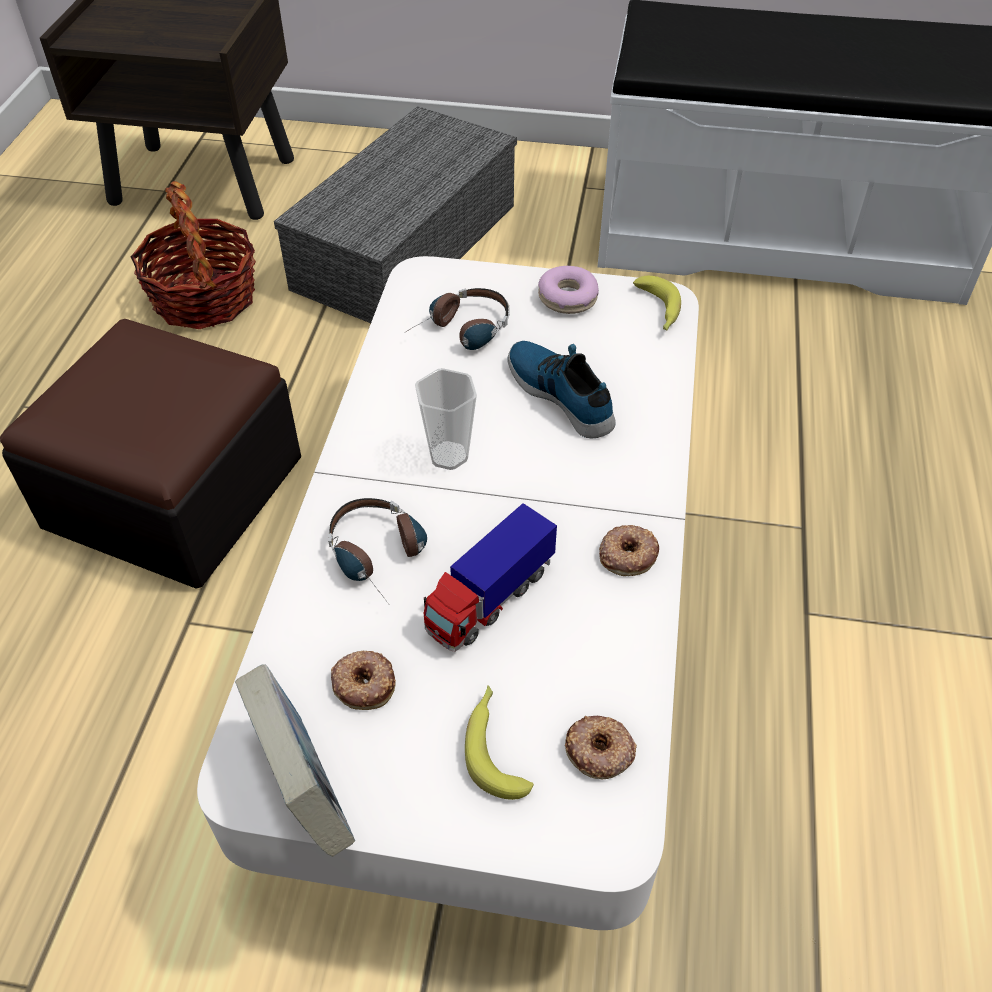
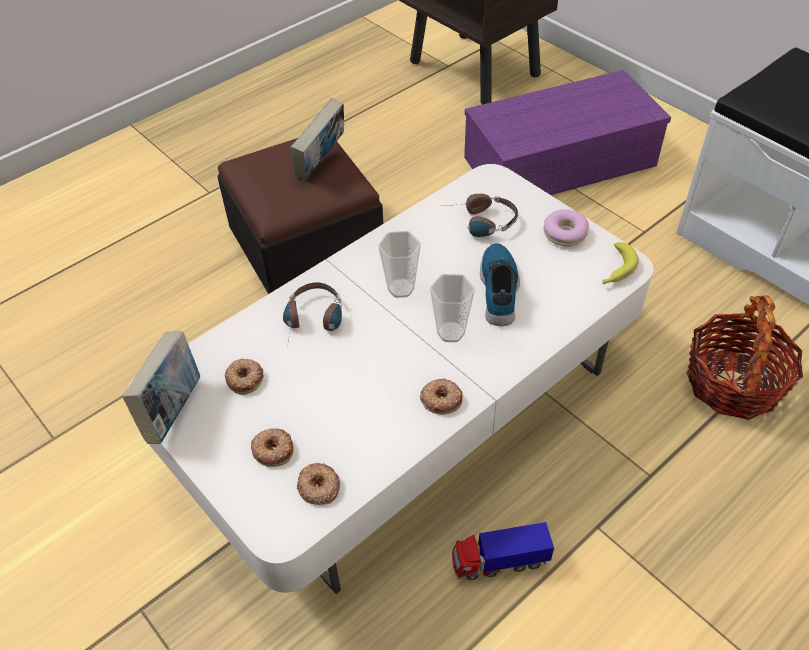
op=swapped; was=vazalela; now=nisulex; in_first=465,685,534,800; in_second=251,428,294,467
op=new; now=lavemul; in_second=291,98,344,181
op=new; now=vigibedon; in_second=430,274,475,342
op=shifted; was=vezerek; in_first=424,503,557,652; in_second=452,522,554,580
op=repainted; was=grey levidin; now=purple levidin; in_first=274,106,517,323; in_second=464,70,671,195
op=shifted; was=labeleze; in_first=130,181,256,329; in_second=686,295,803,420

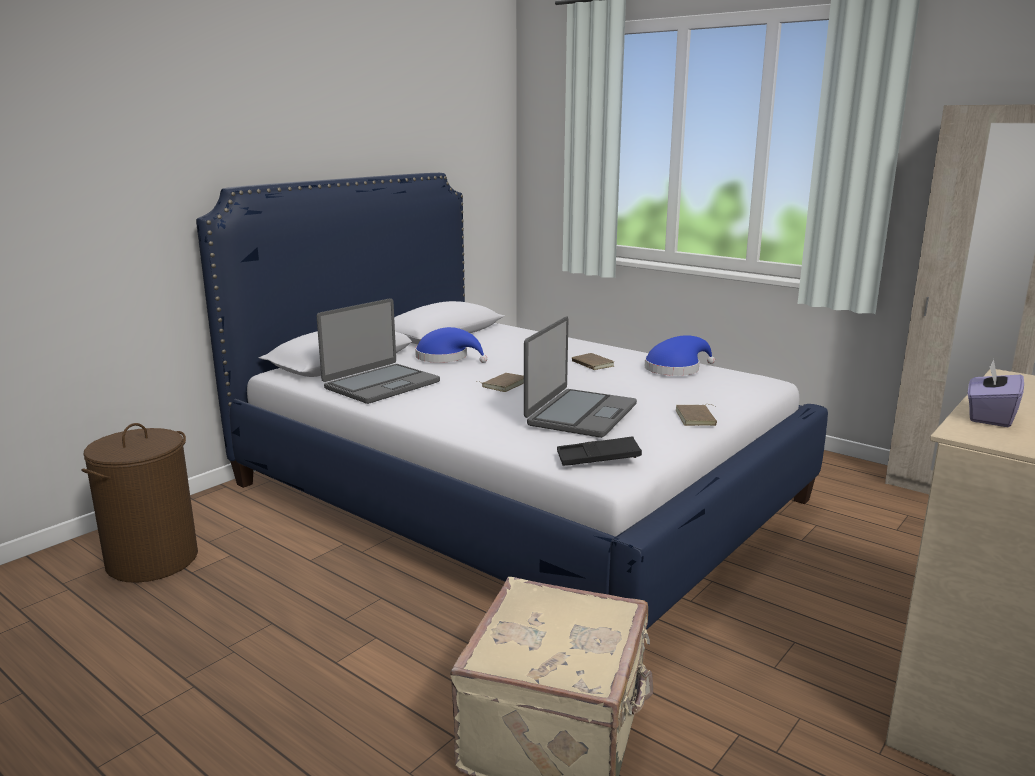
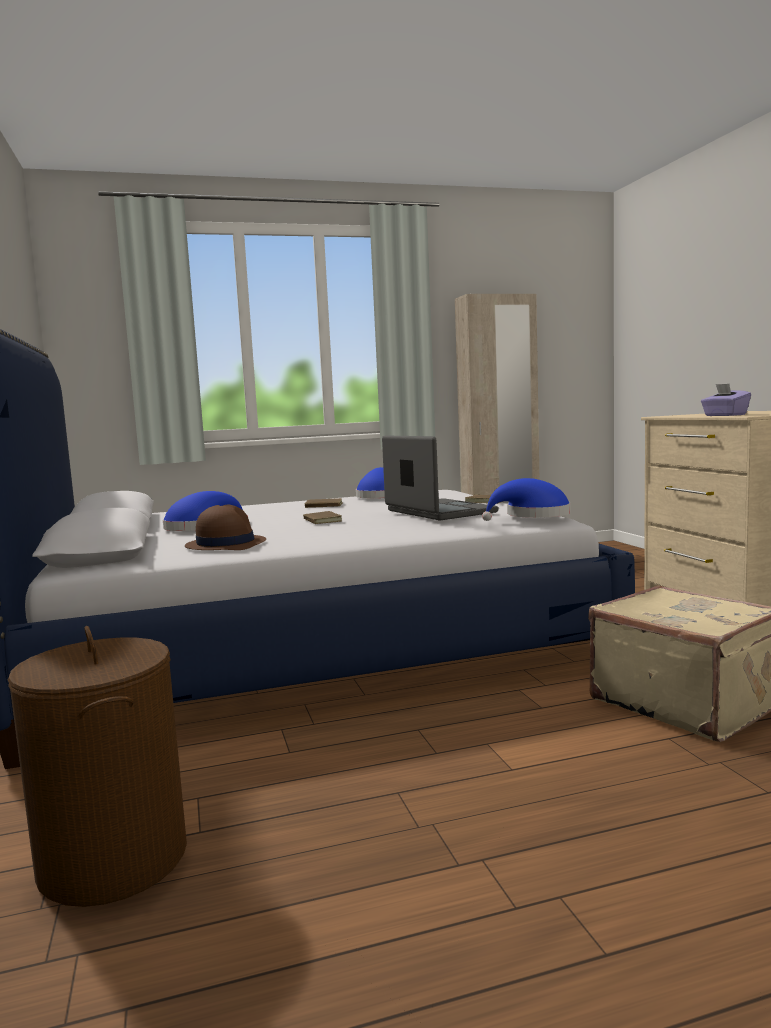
op=swapped; was=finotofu; now=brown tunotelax; in_first=317,298,440,404; in_second=185,505,266,550
op=swapped; was=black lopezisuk; now=blue tunotelax; in_first=557,436,642,466; in_second=482,478,571,521

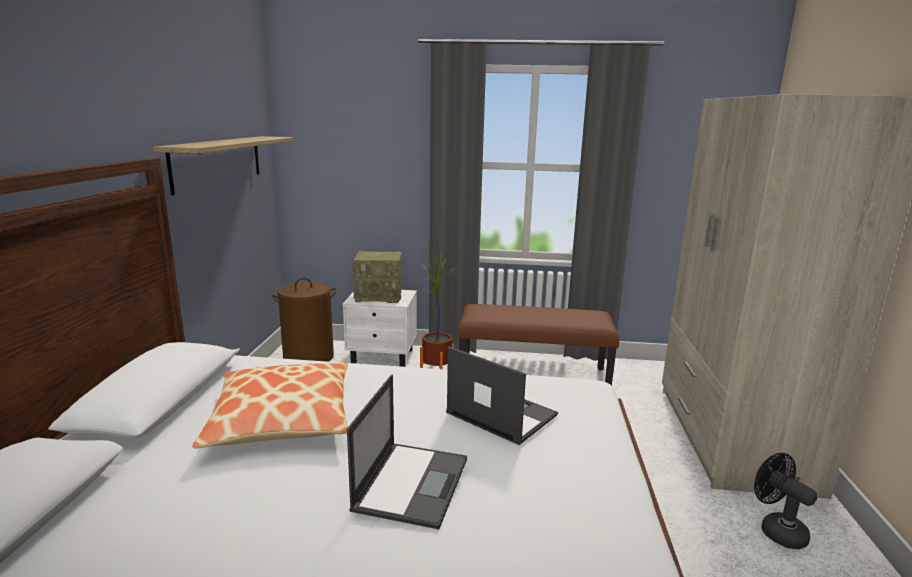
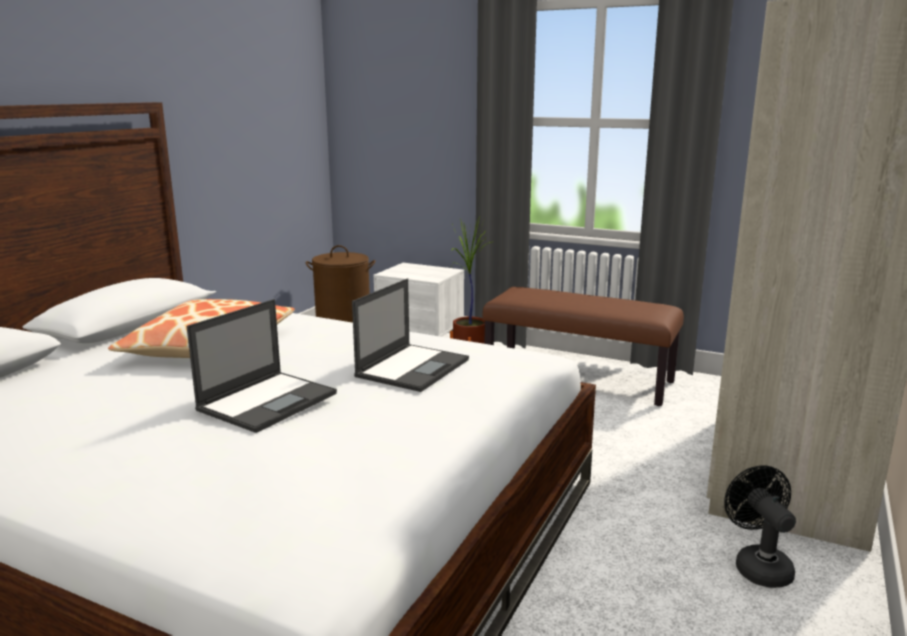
op=rotated; was=finotofu; in_first=446,346,558,445; in_second=352,278,469,392; clockwise=60
op=gone; was=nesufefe; in_first=153,136,293,195
op=gone; was=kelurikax; in_first=352,251,402,303

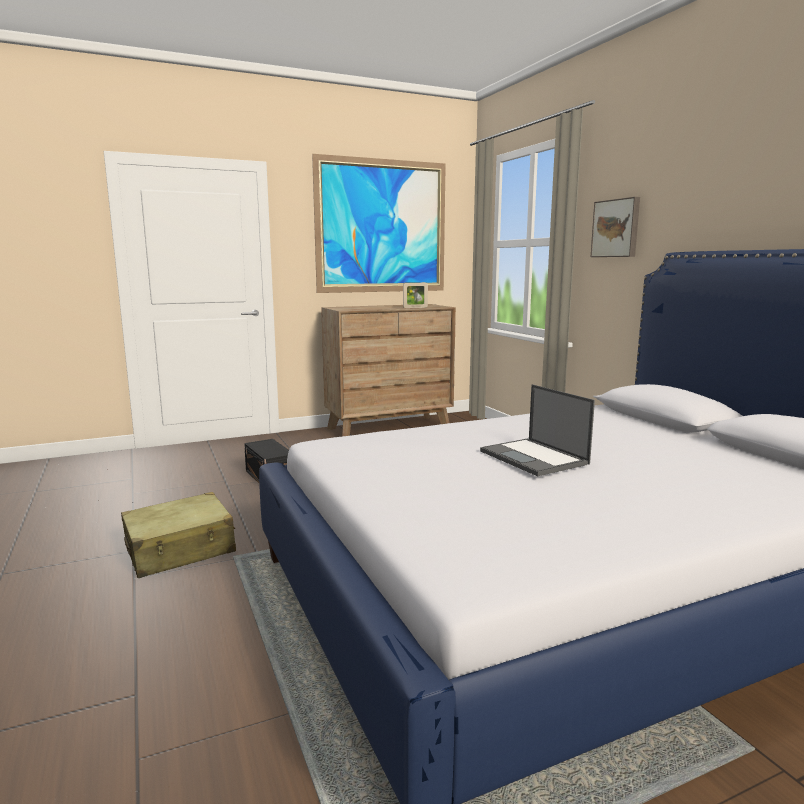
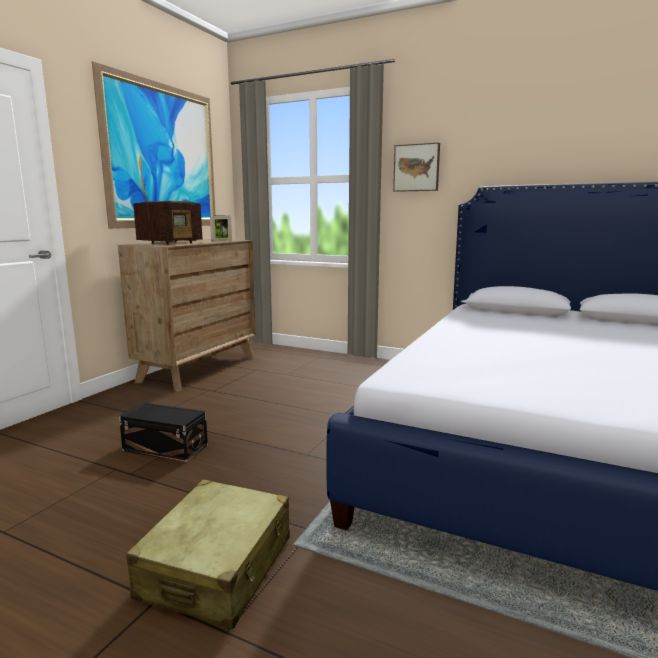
op=new; now=kelurikax; in_second=133,201,202,245
op=gone; was=finotofu; in_first=480,384,595,476

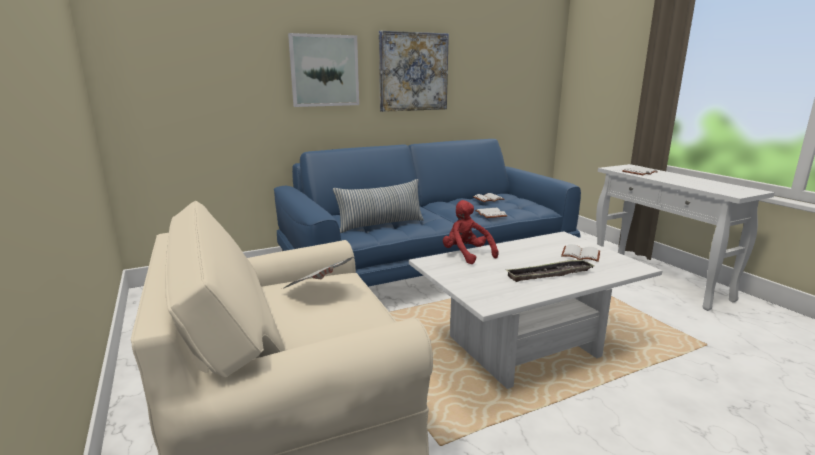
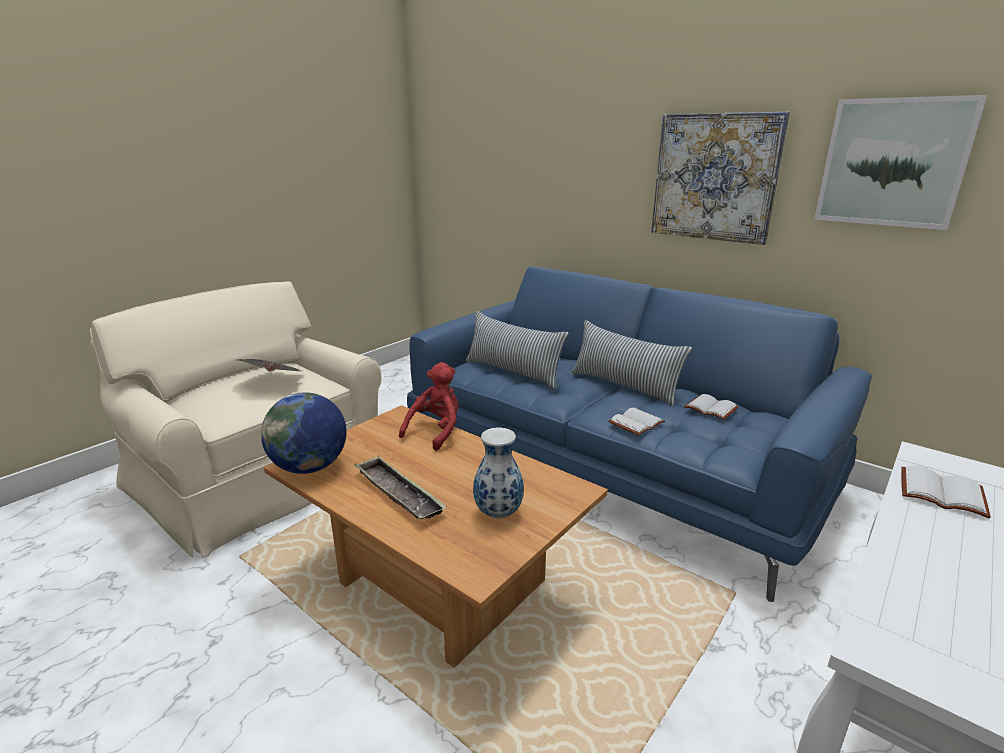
op=new; now=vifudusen; in_second=261,392,347,474
op=repainted; was=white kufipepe; now=brown kufipepe; in_first=409,231,662,389; in_second=264,405,608,668
op=swapped; was=white lavemul; now=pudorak; in_first=561,244,600,262; in_second=473,428,524,519
op=new; now=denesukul; in_second=572,320,692,406
op=shifted; was=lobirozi; in_first=288,33,359,107; in_second=814,95,988,230

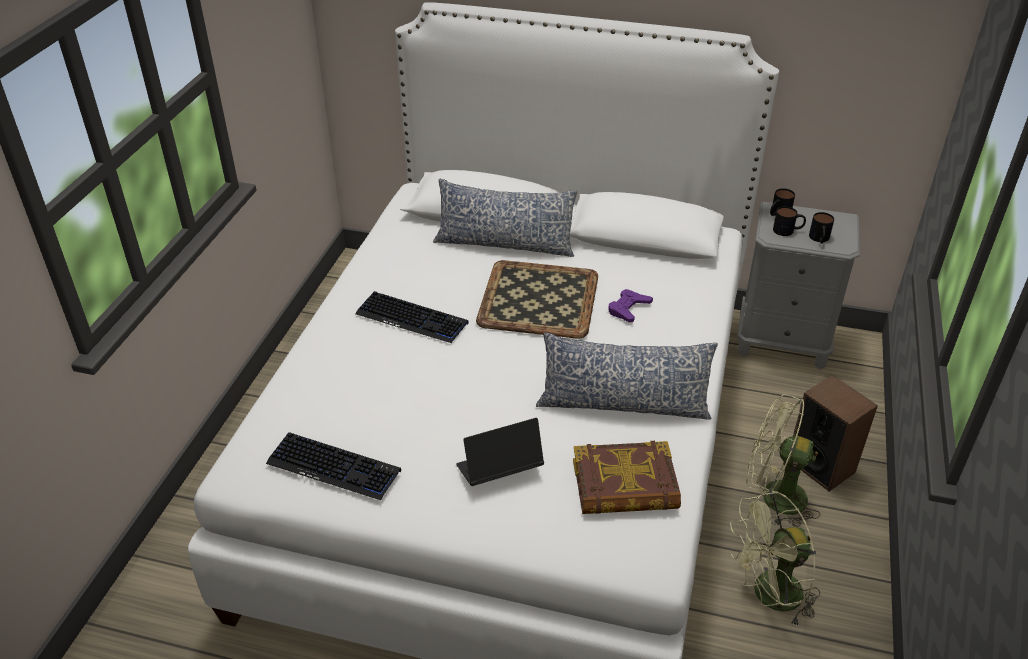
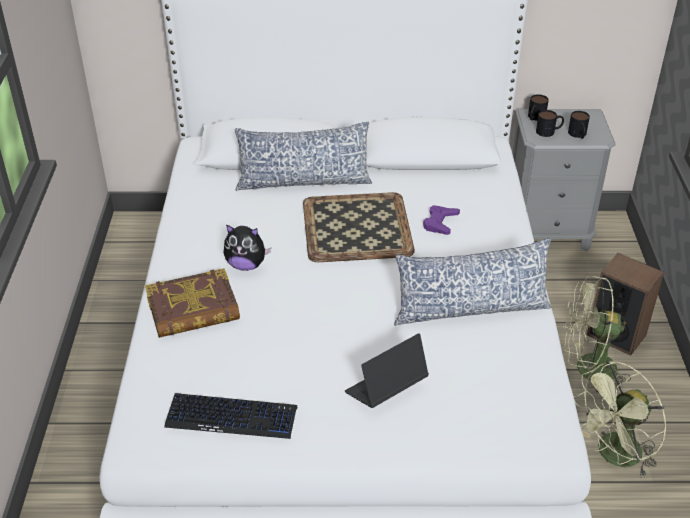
op=shifted; was=lavemul; in_first=573,441,681,514; in_second=145,268,240,338
op=swapped; was=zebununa; now=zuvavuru; in_first=355,291,469,343; in_second=224,224,271,271

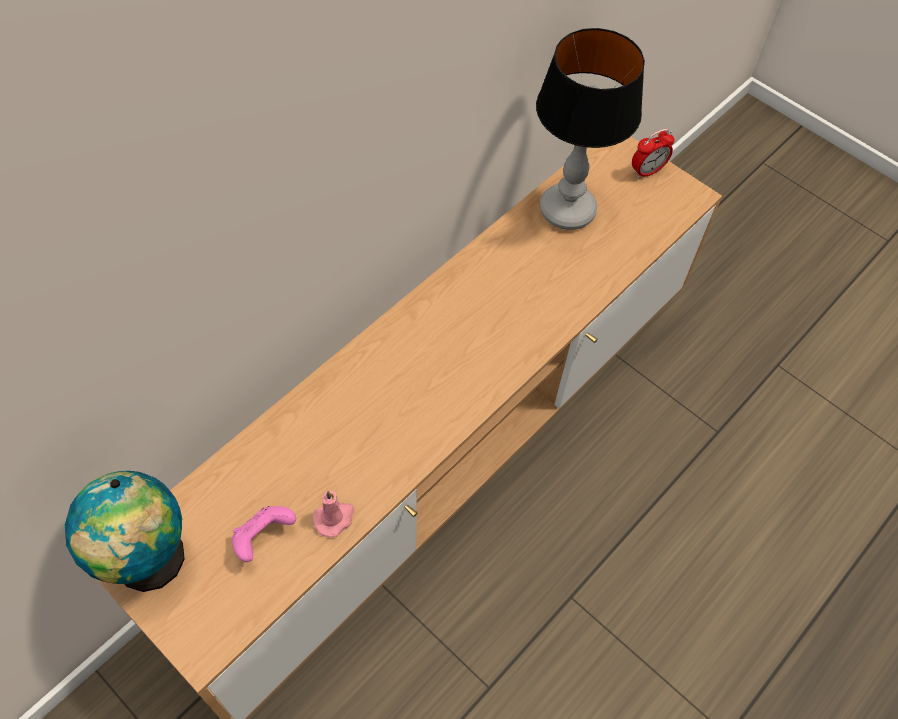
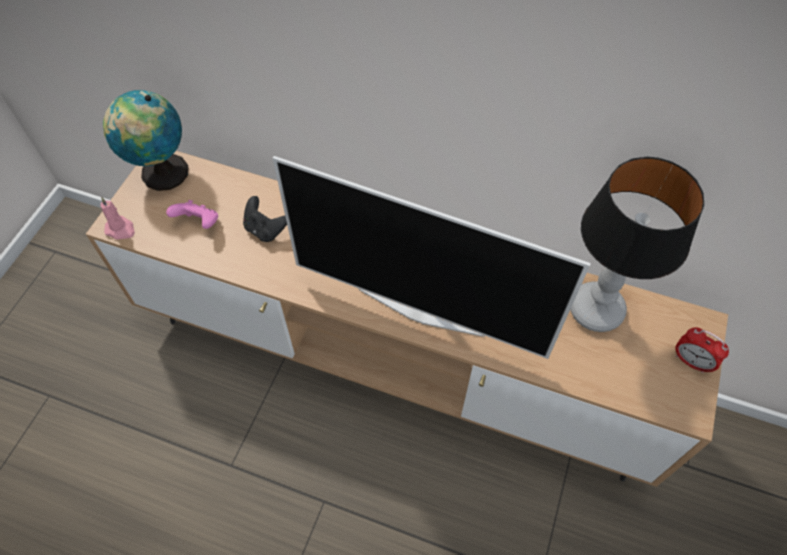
op=shifted; was=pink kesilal; in_first=313,490,354,537; in_second=101,197,135,240
op=new; now=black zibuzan; in_second=243,196,287,242
op=new; now=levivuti; in_second=273,156,591,359

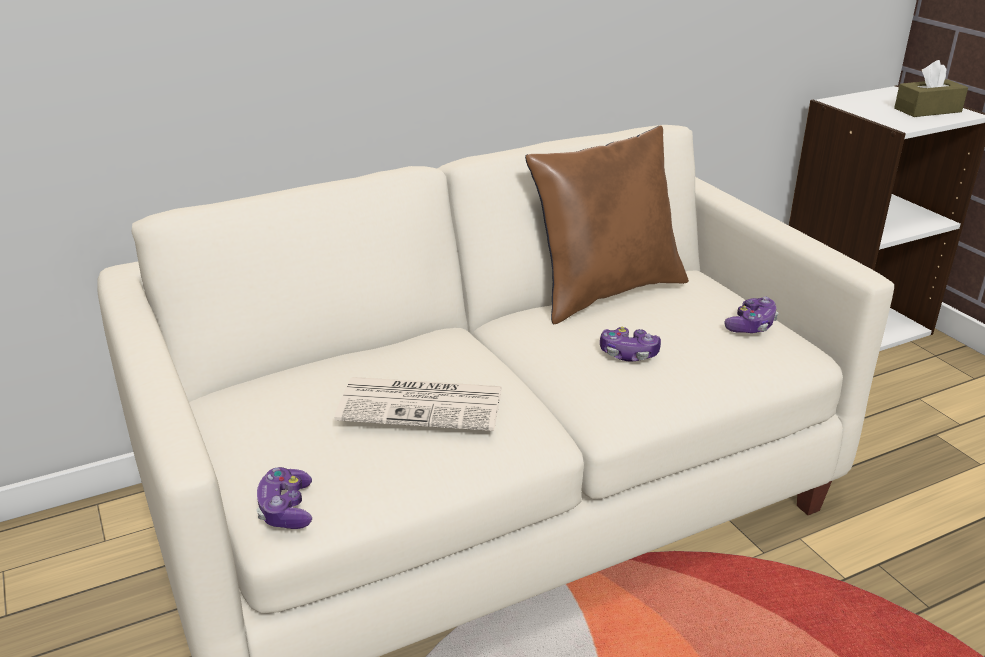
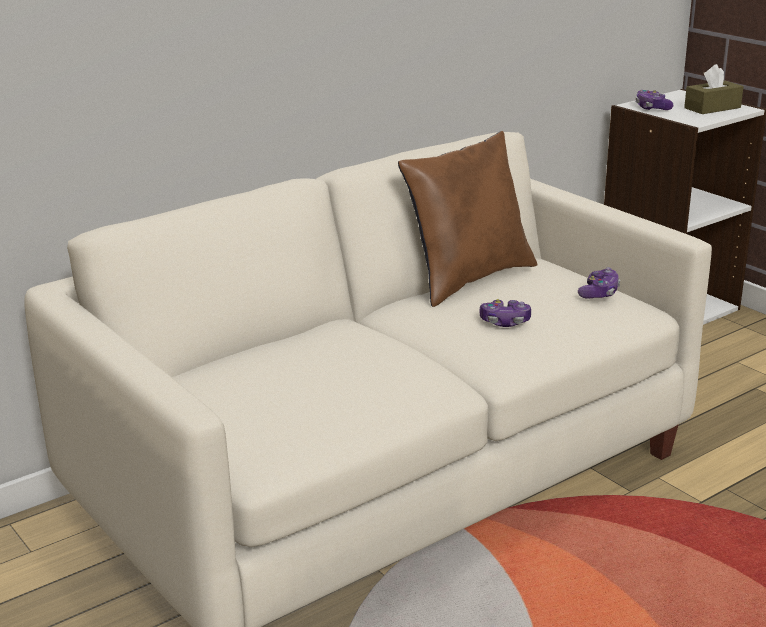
op=shifted; was=zibuzan; in_first=256,467,312,529; in_second=635,90,673,110
op=gone; was=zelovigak; in_first=334,377,502,431

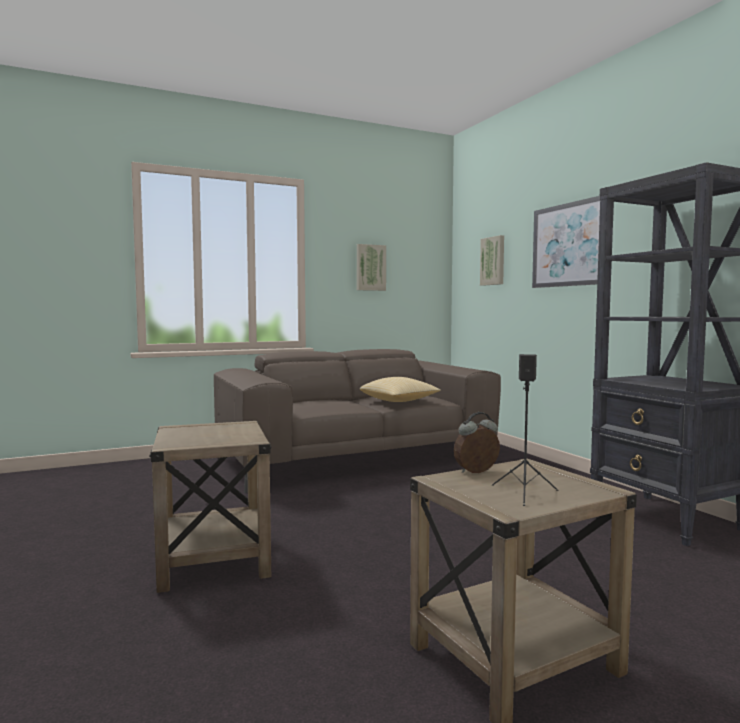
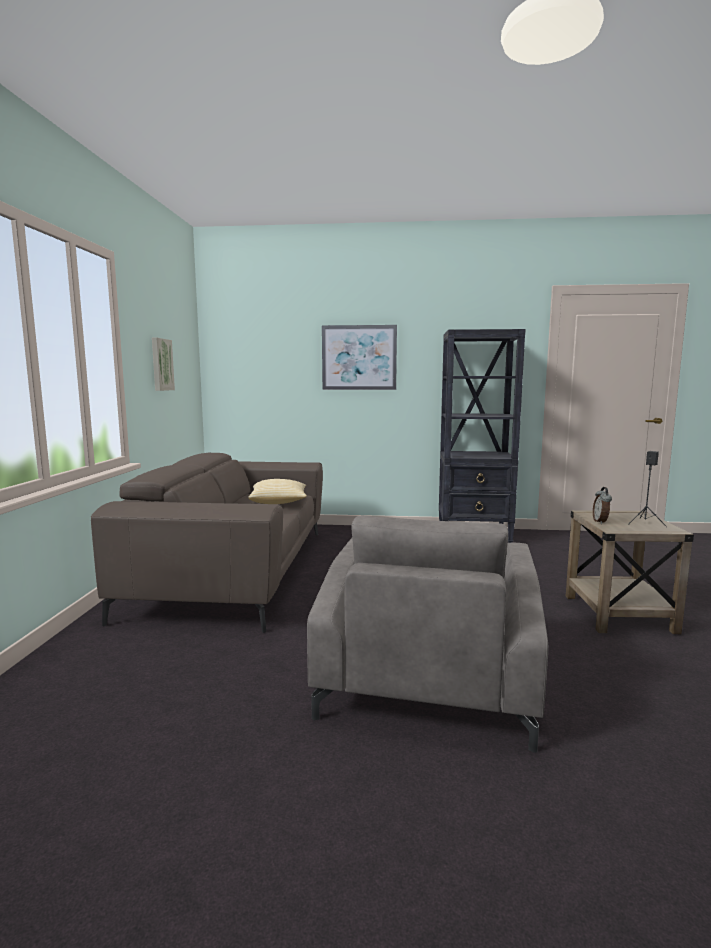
op=swapped; was=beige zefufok; now=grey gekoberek; in_first=149,421,271,593; in_second=307,516,548,753
op=gone; was=lobirozi; in_first=480,235,504,286

